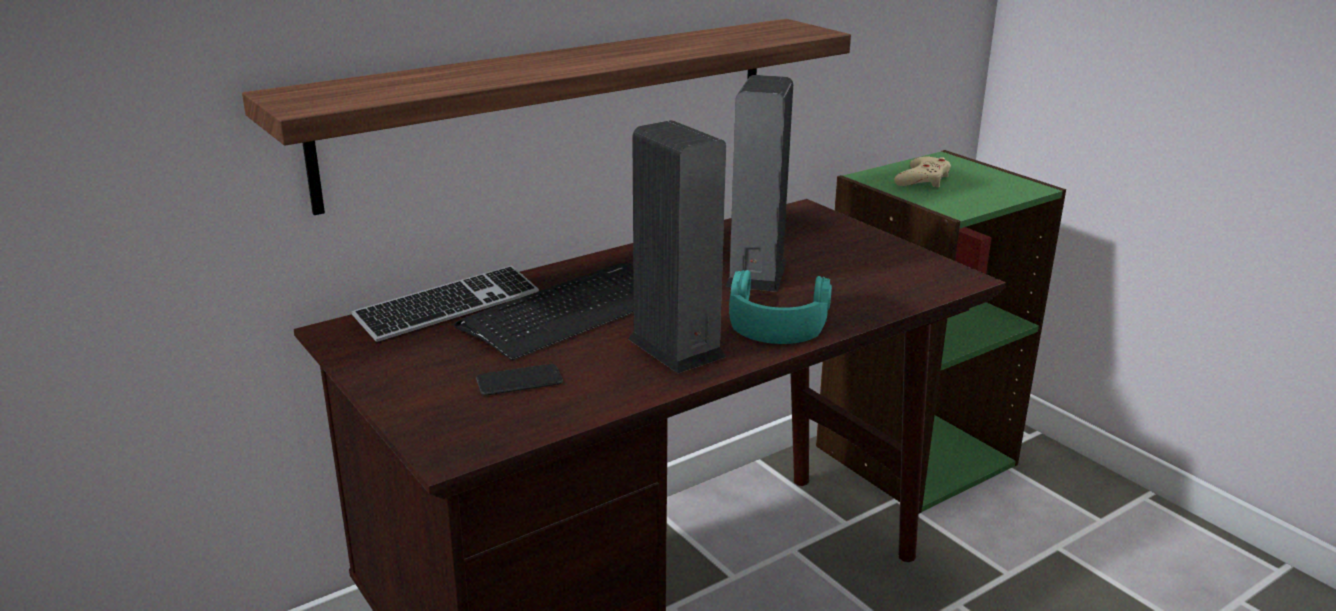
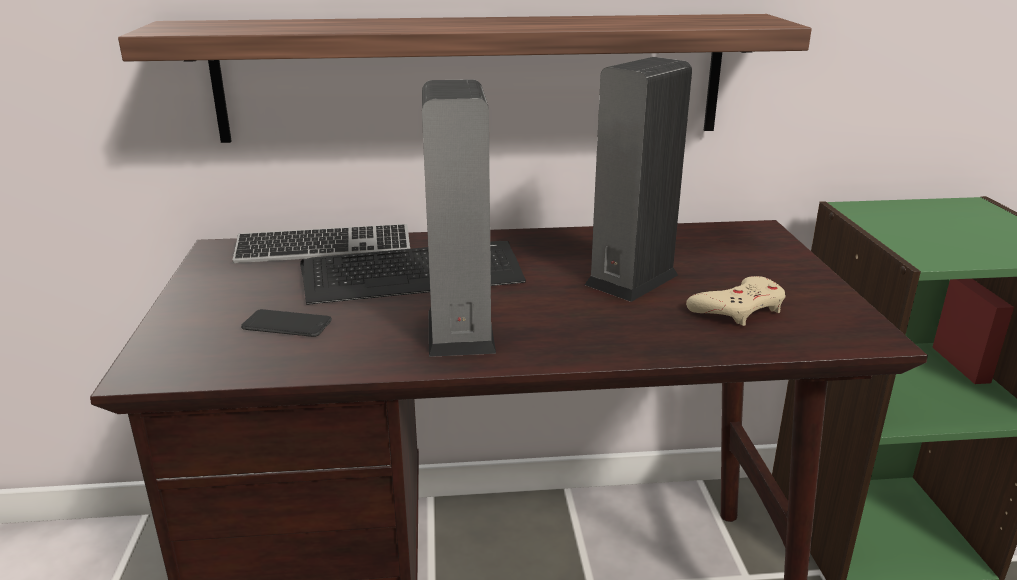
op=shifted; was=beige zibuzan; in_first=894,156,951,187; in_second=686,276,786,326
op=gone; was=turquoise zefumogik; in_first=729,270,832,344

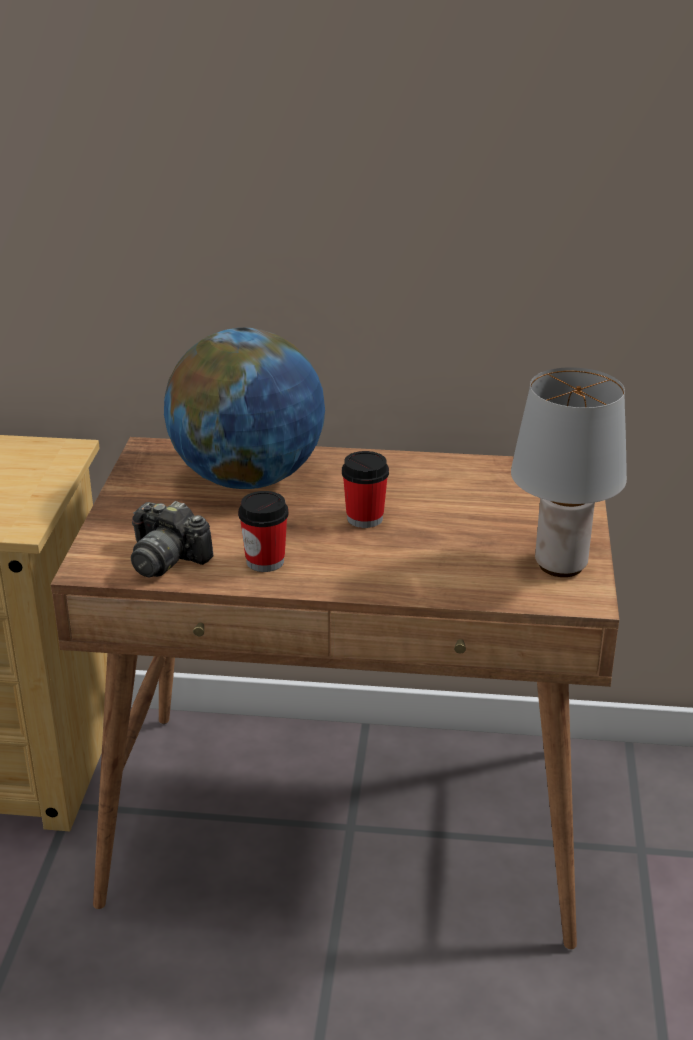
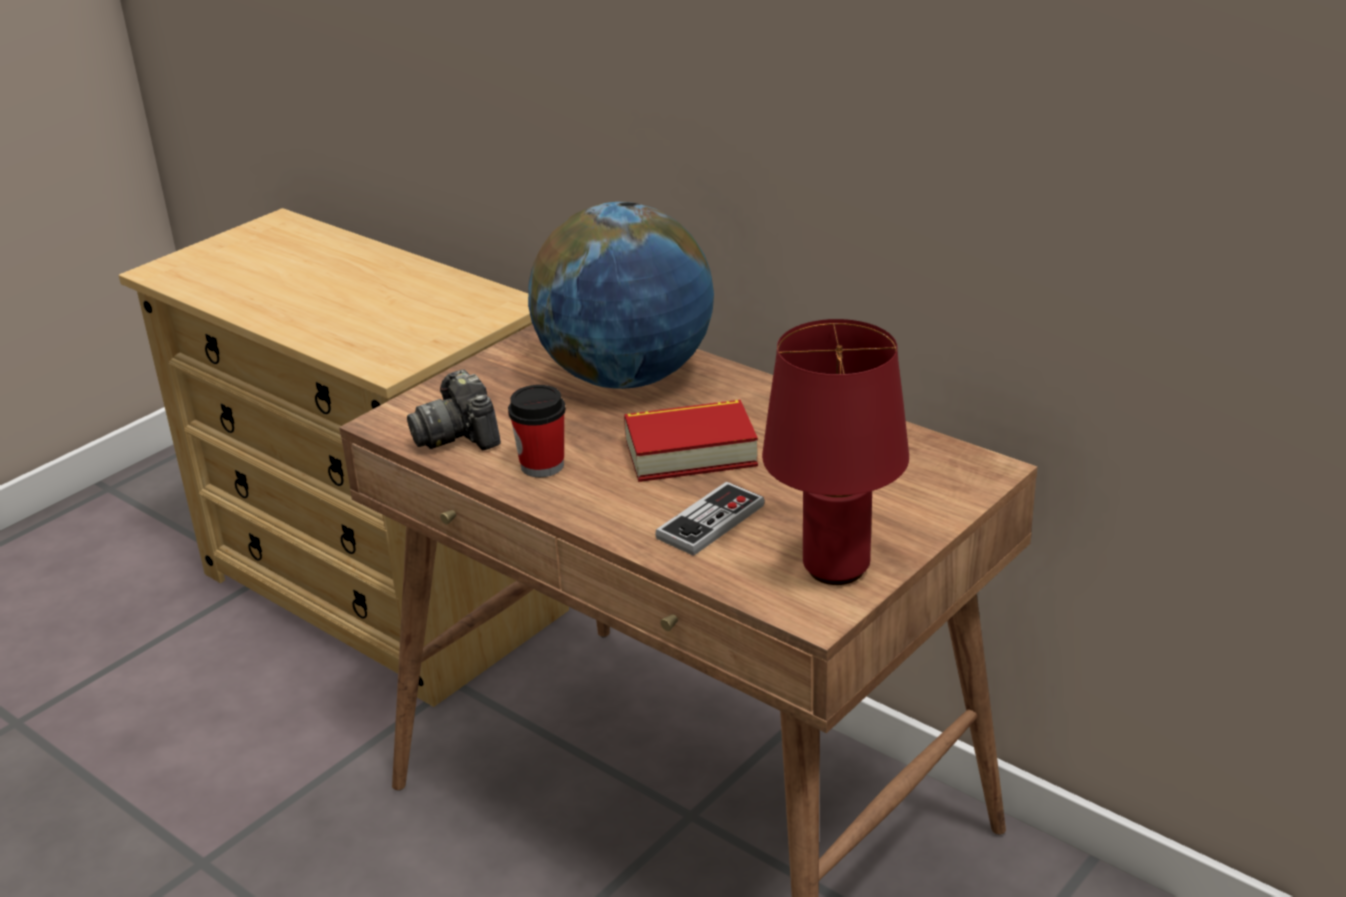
op=swapped; was=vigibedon; now=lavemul; in_first=342,451,389,528; in_second=624,400,758,482
op=new; now=zibuzan; in_second=655,481,765,556
op=repainted; was=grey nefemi; now=red nefemi; in_first=511,367,627,577; in_second=762,319,909,585

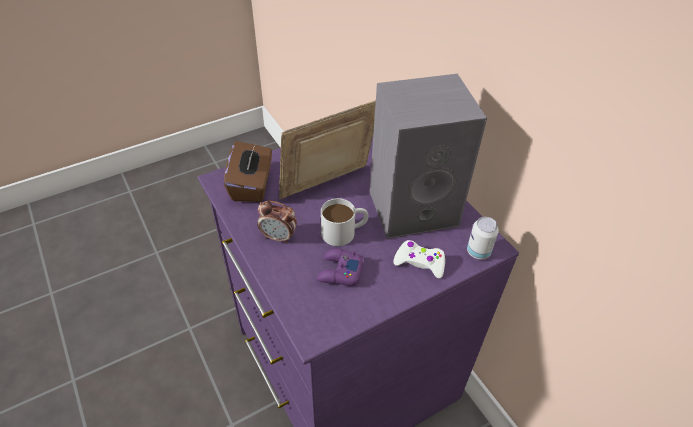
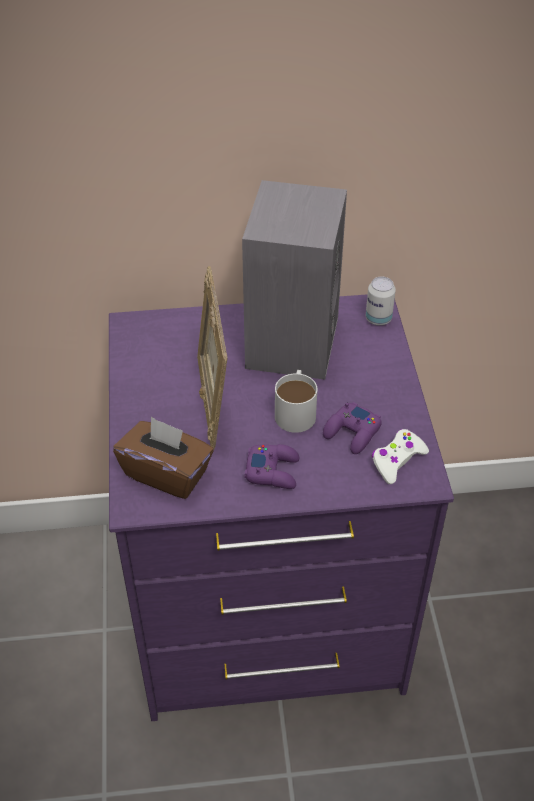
op=swapped; was=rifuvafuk; now=purple zibuzan; in_first=257,200,297,244; in_second=244,444,299,489
op=shifted; was=white zibuzan; in_first=393,240,445,279; in_second=372,429,429,484

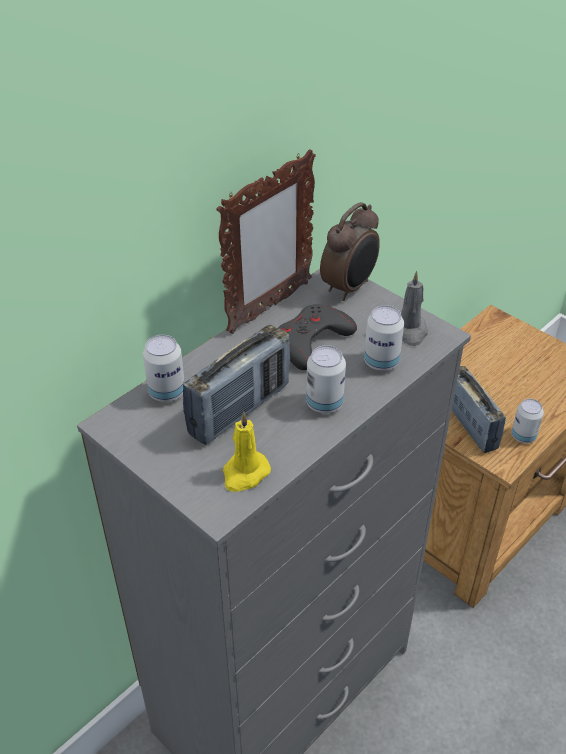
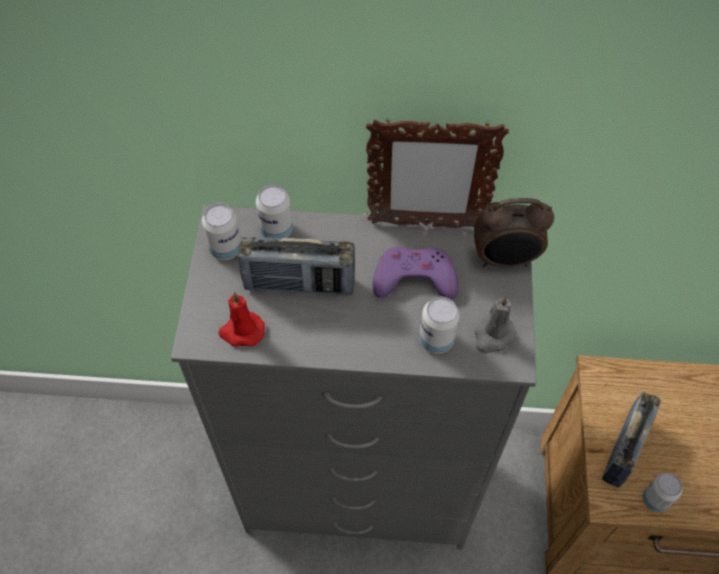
op=shifted; was=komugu; in_first=306,345,346,413; in_second=202,203,241,260
op=repainted; was=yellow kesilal; now=red kesilal; in_first=223,411,271,492; in_second=218,292,265,347
op=repainted; was=grey zibuzan; now=purple zibuzan; in_first=278,304,357,370; in_second=373,247,459,299

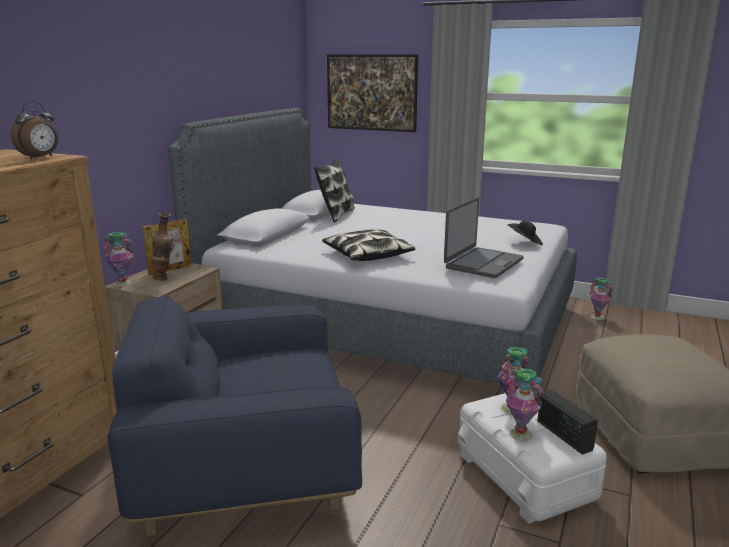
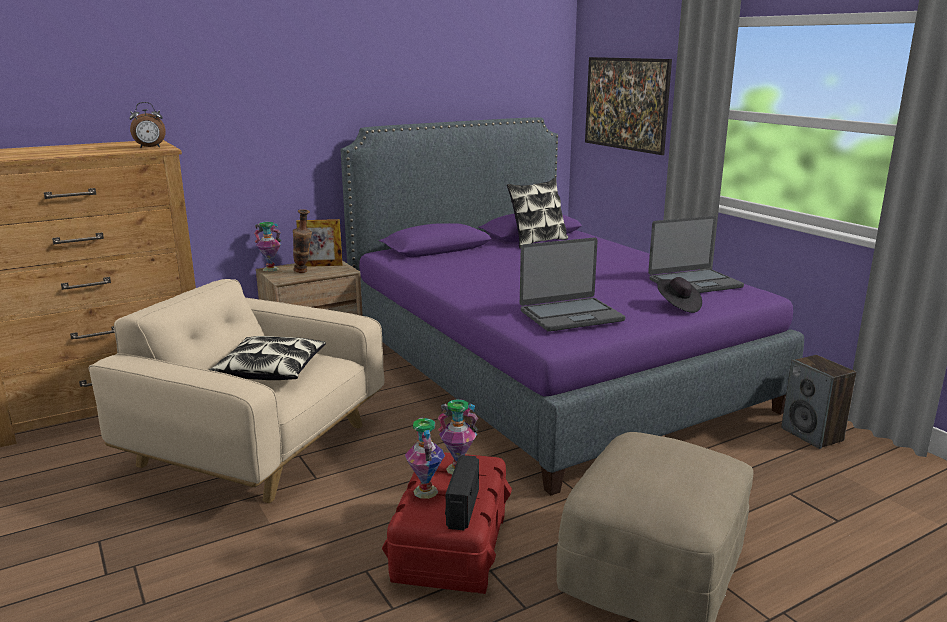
op=repainted; was=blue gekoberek; now=beige gekoberek; in_first=107,296,362,536; in_second=89,279,385,503
op=shifted; was=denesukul; in_first=322,229,415,261; in_second=209,336,326,380
op=repainted; was=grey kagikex; now=purple kagikex; in_first=168,108,577,392; in_second=341,117,804,495
op=repainted; was=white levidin; now=red levidin; in_first=458,393,607,524; in_second=382,452,512,594
op=new; now=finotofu; in_second=648,216,744,293
op=swapped; was=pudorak; now=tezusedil; in_first=589,278,613,320; in_second=781,355,856,449

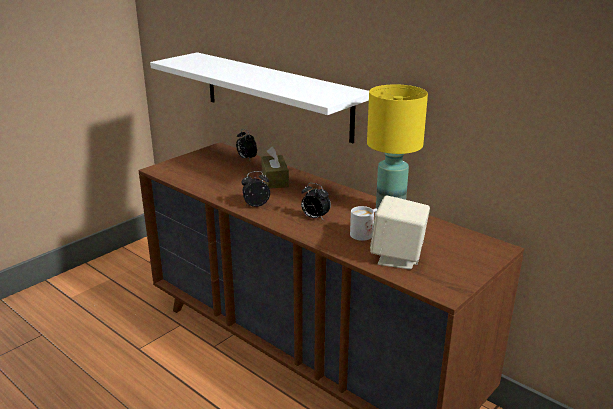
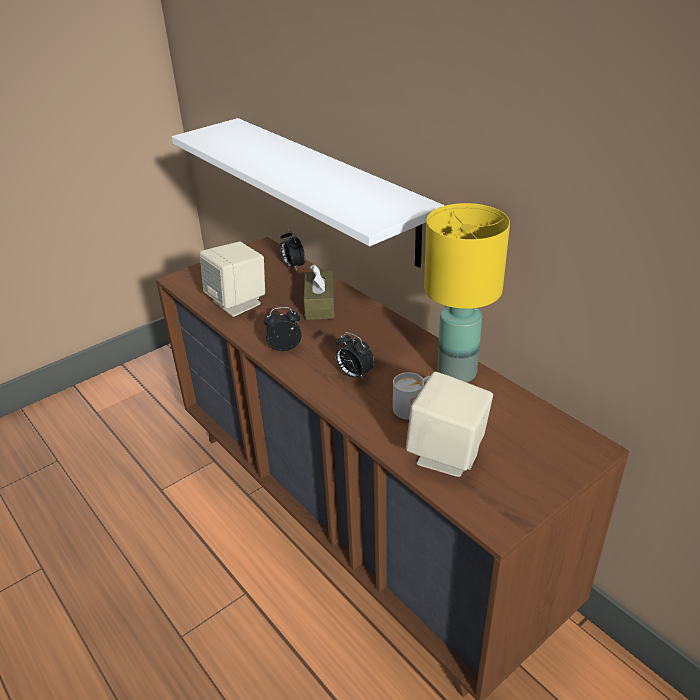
op=new; now=beige tezusedil; in_second=200,242,265,317

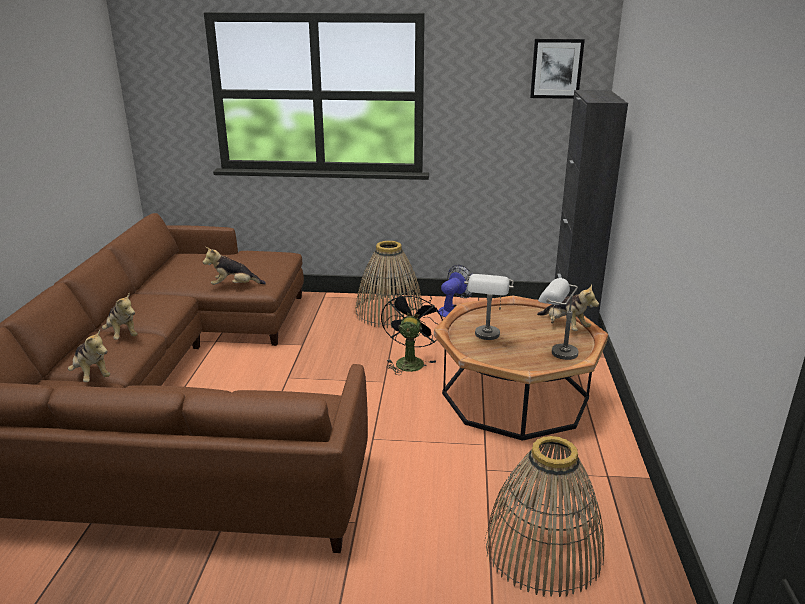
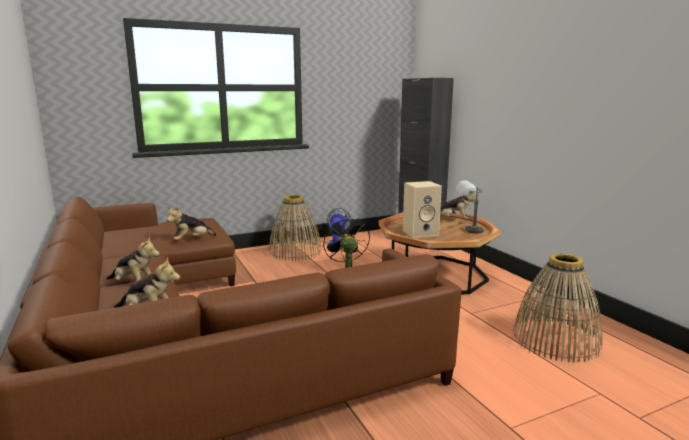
op=swapped; was=grey nefemi; now=beige tezusedil; in_first=464,274,514,340; in_second=403,181,442,238
op=gone; was=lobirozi; in_first=530,39,585,99

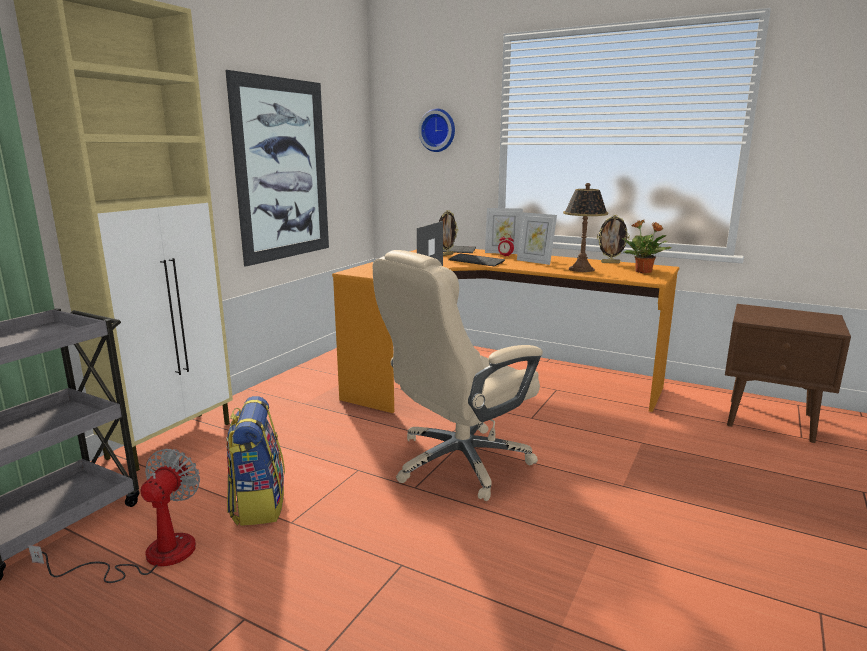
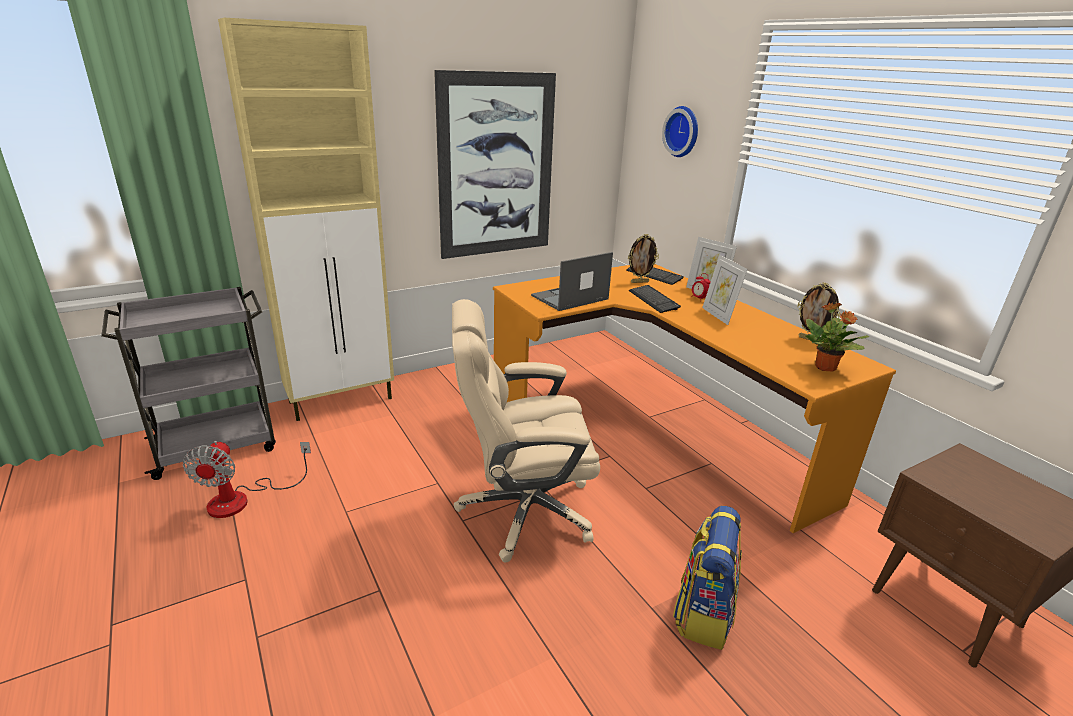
op=rotated; was=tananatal; in_first=28,449,200,583; in_second=183,441,311,518; clockwise=135
op=shifted; was=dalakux; in_first=226,396,285,526; in_second=673,506,742,650
op=gone; was=nefemi; in_first=563,183,608,272

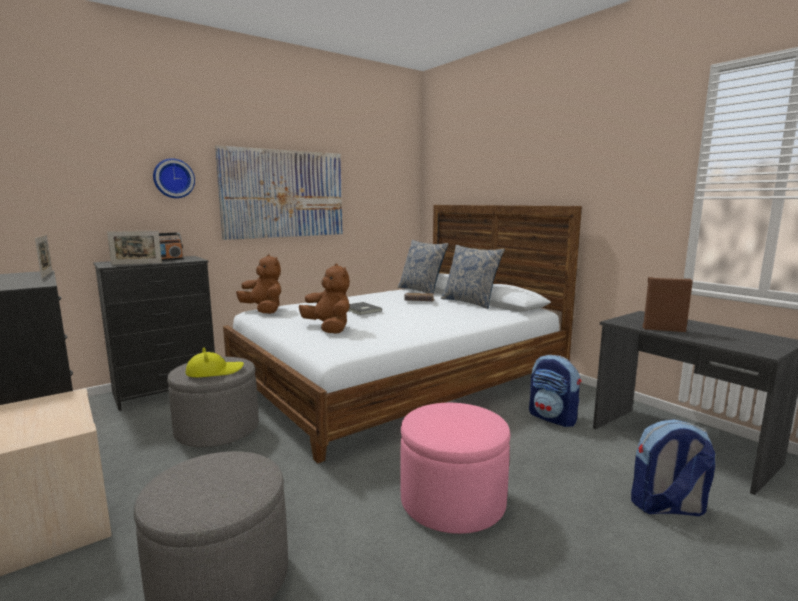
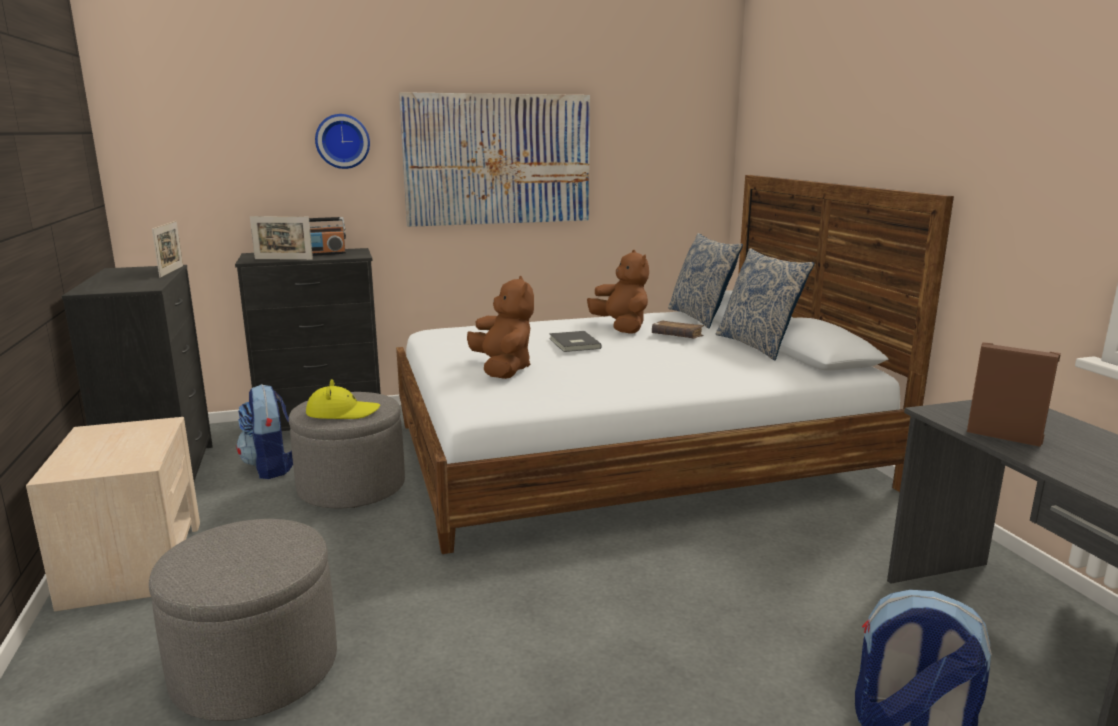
op=shifted; was=dalakux; in_first=529,355,581,427; in_second=236,384,293,479
op=shifted; was=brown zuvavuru; in_first=236,254,281,314; in_second=587,250,649,334
op=gone; was=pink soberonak; in_first=400,403,511,534

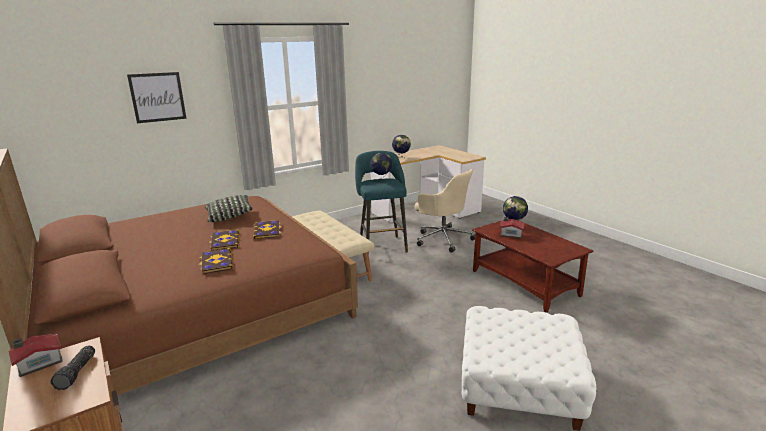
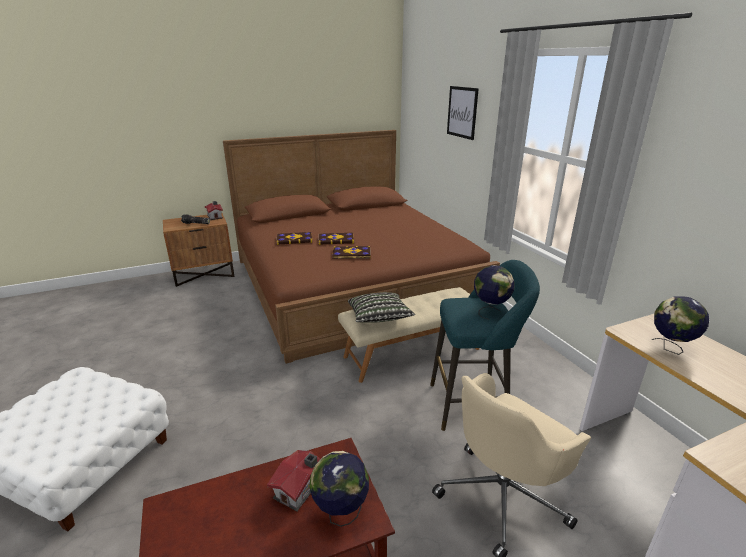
op=shifted; was=denesukul; in_first=205,195,253,222; in_second=348,292,415,323

